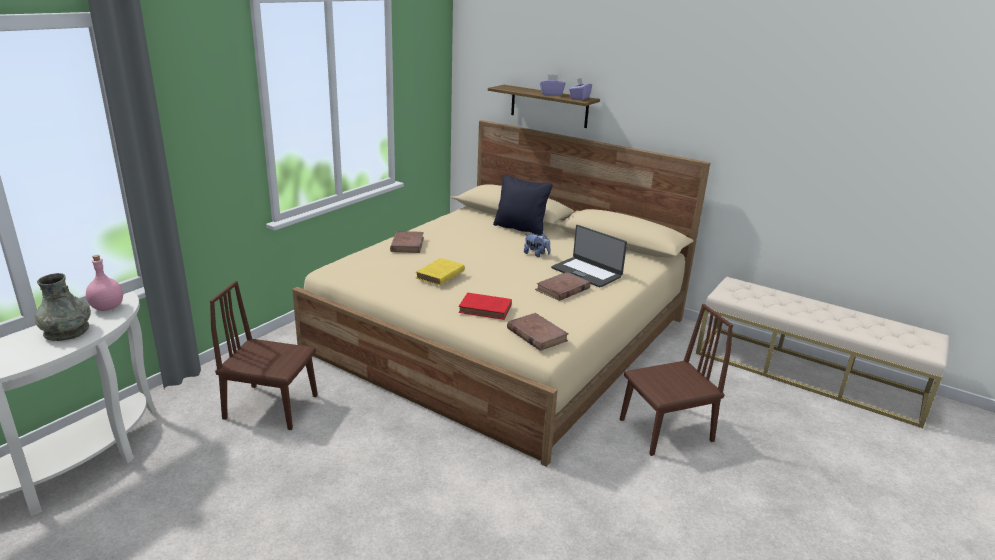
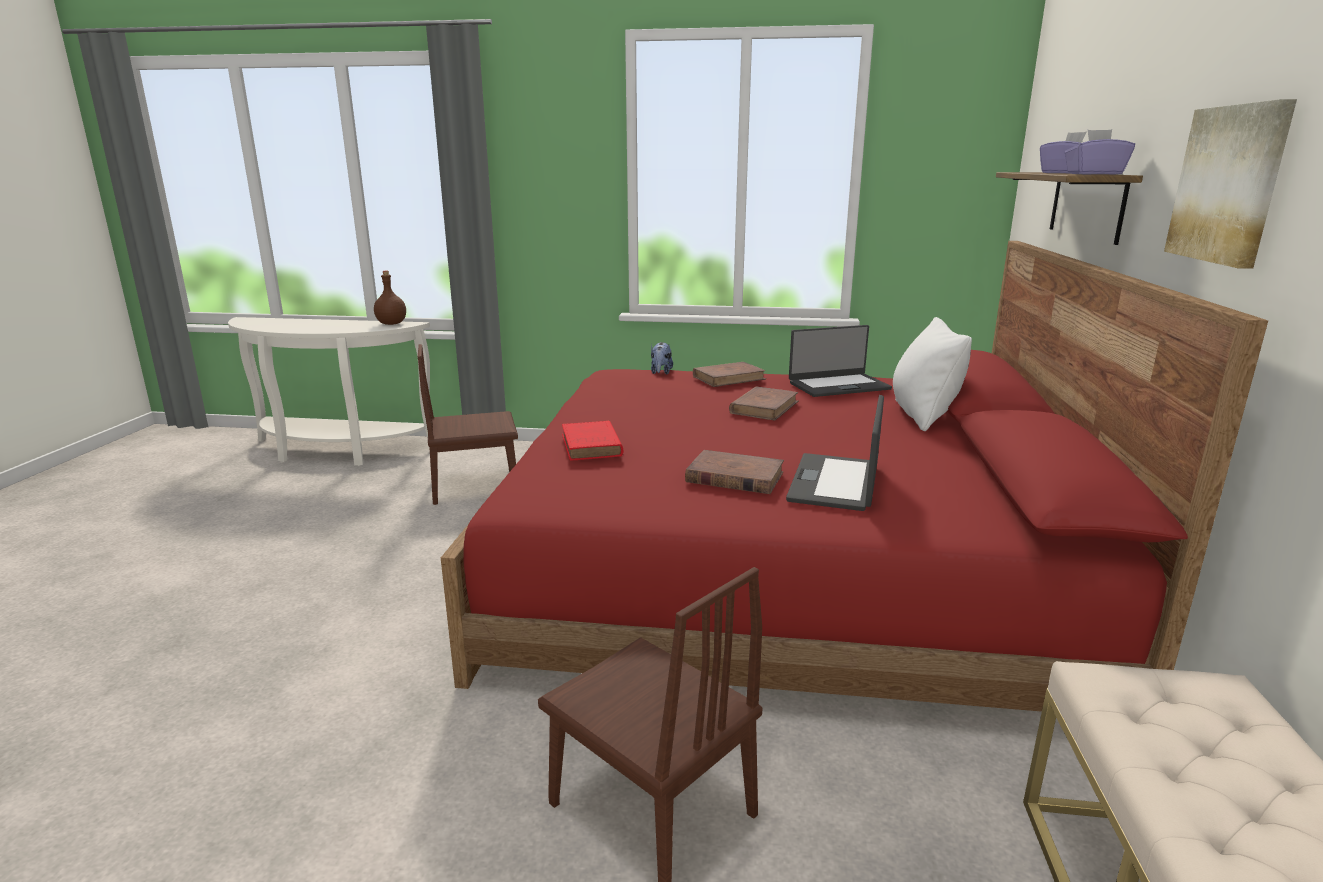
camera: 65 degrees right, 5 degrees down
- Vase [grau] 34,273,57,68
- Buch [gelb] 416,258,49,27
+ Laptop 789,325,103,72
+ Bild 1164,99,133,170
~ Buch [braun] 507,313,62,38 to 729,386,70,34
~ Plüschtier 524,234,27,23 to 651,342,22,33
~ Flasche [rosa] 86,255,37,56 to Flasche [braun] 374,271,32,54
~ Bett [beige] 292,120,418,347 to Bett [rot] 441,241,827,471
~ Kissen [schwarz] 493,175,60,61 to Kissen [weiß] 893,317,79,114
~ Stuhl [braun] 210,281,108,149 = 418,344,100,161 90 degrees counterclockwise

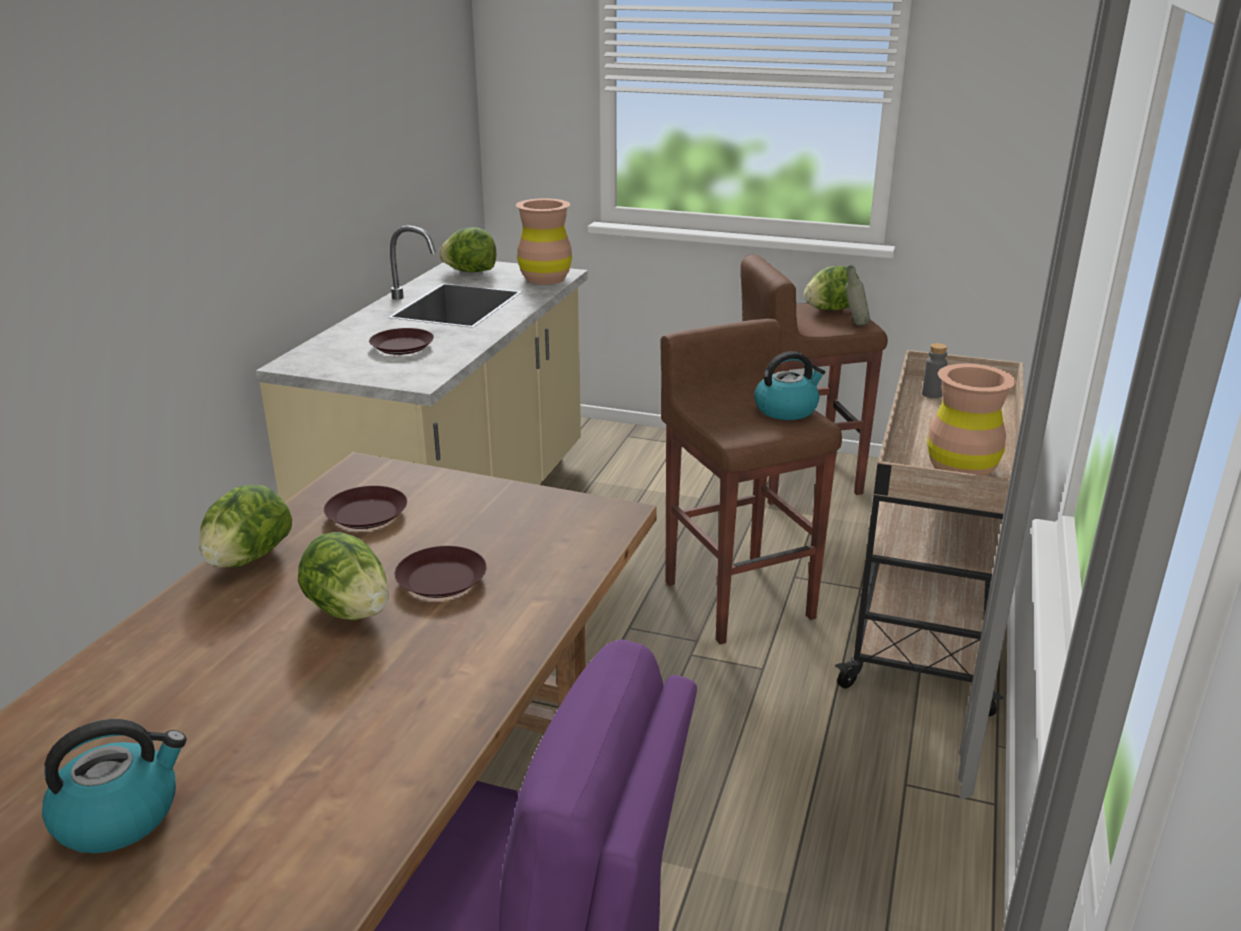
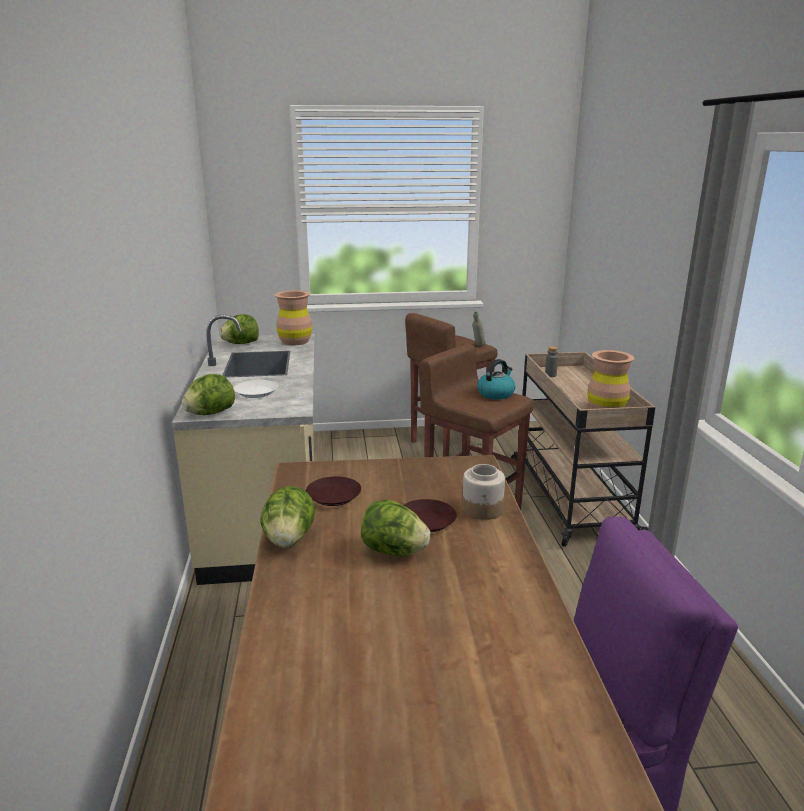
camera: 25 degrees left, 5 degrees down
- Wasserkessel 42,719,145,134
+ Vorratsglas 462,464,43,56
~ Salatkopf 804,266,56,44 to 182,374,53,41
~ Teller [braun] 369,328,65,27 to Teller [weiß] 234,380,44,18

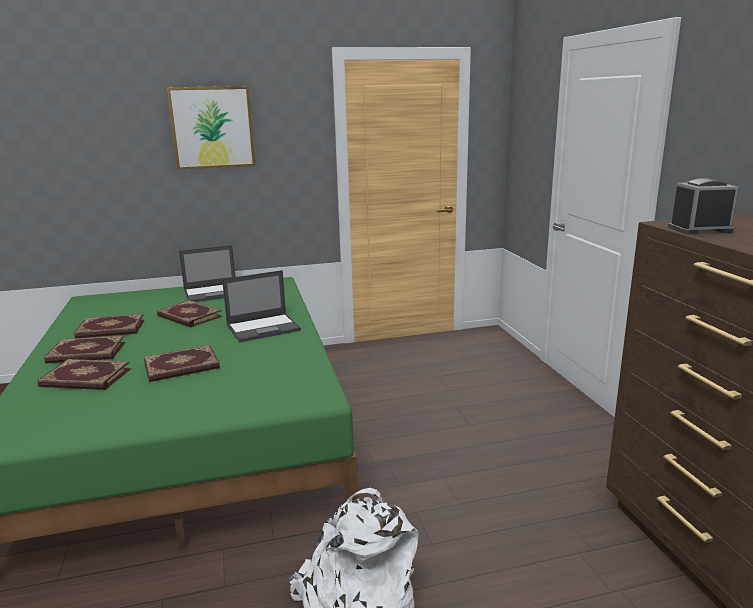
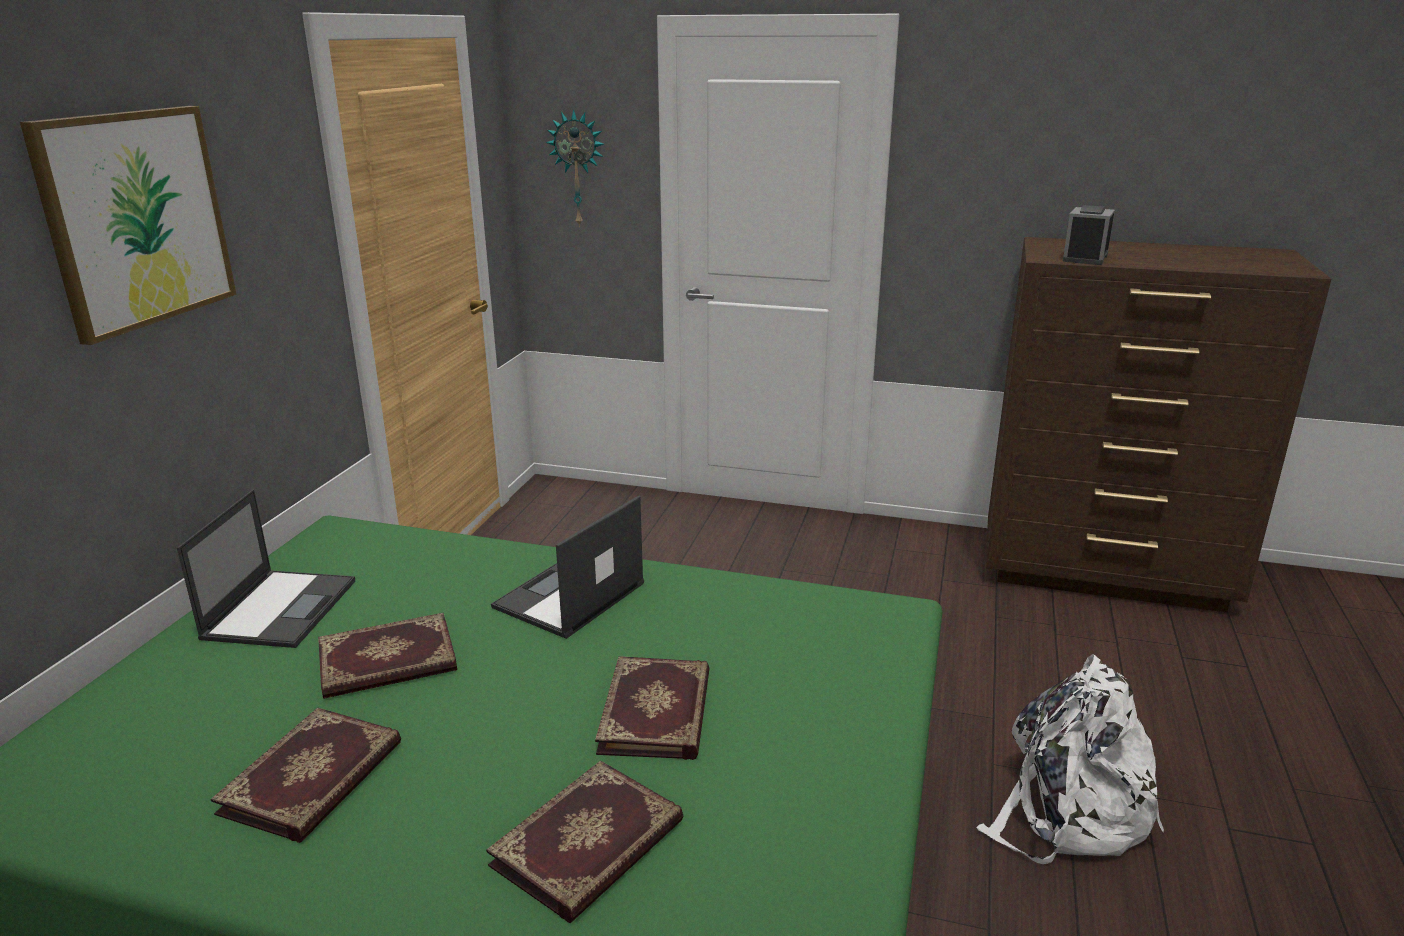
camera: 60 degrees left, 5 degrees up
- Buch 44,335,81,28
+ Wanduhr 546,109,58,119
~ Laptop 222,270,79,72 = 491,496,153,143 150 degrees counterclockwise

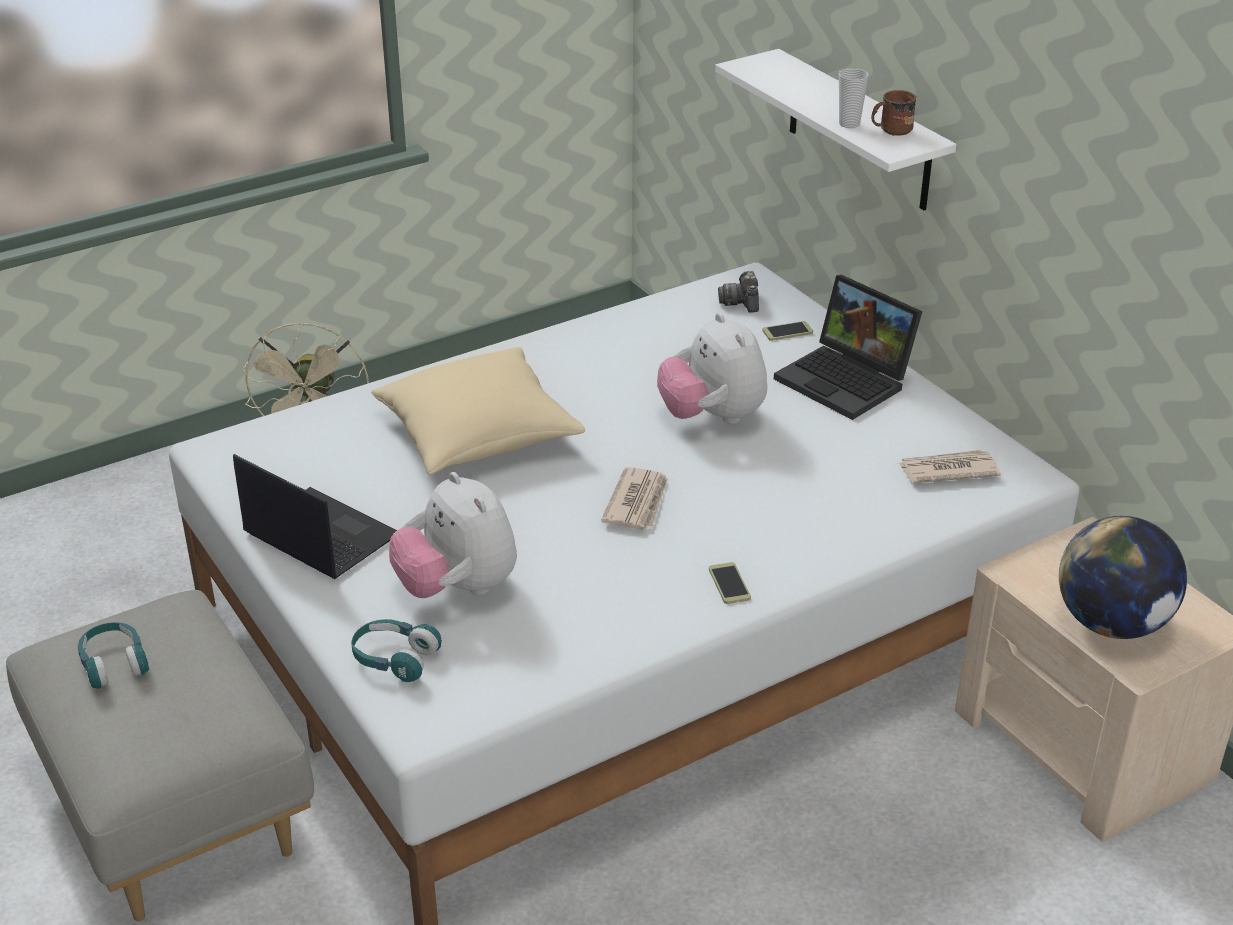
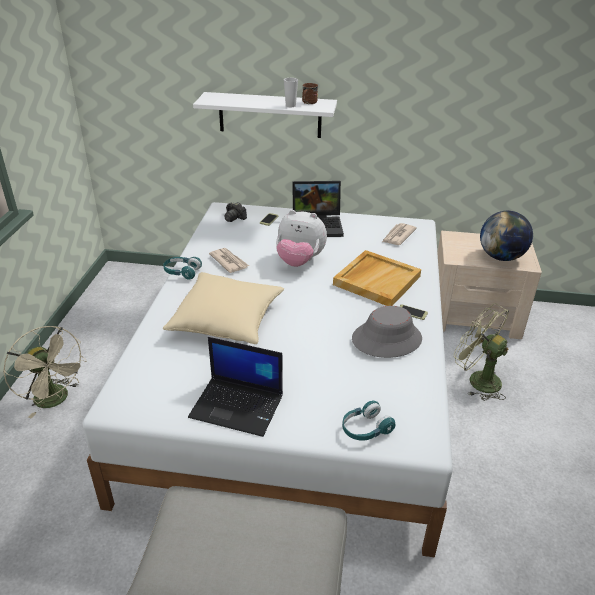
camera: 50 degrees left, 0 degrees up
- Plüschtier 389,472,128,126
+ Tablett [beige] 333,250,88,56
+ Hut [grau] 352,306,70,52
+ Ventilator [grün] 454,303,55,98
~ Kopfhörer [türkis] 78,622,71,67 to 163,257,39,23
~ Zeitung 601,467,67,63 to 209,248,40,25
~ Laptop 233,454,164,125 = 188,337,95,100 150 degrees counterclockwise

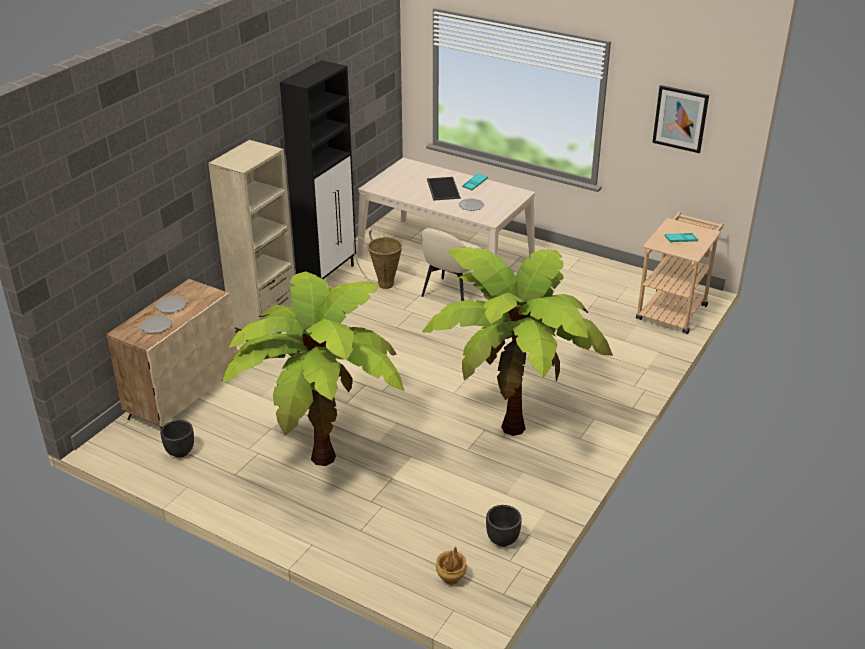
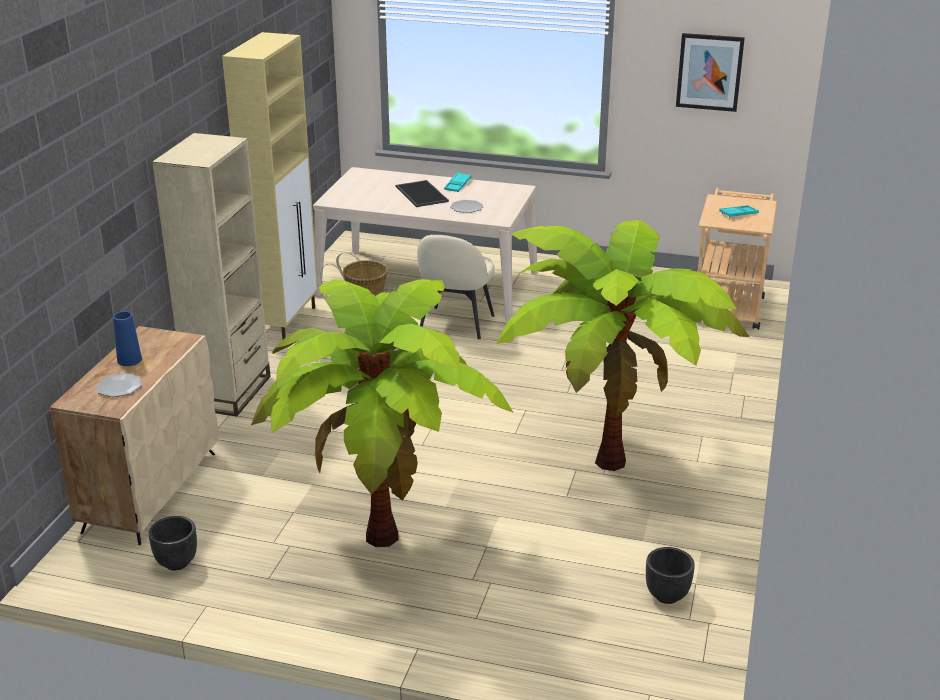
camera: 15 degrees left, 5 degrees down
- Vase [braun] 436,547,31,38
~ Teller 155,296,32,17 to Vase [blau] 113,311,29,55
~ Schrank [schwarz] 280,60,76,219 to Schrank [beige] 222,32,96,308

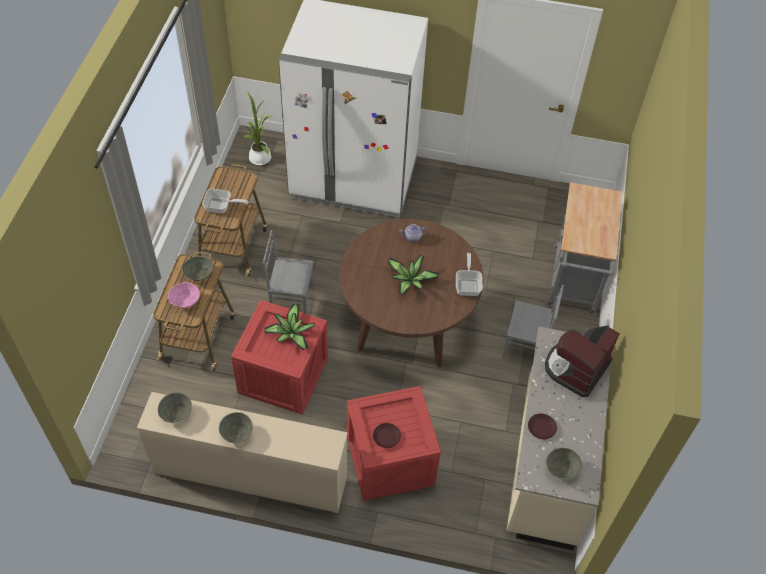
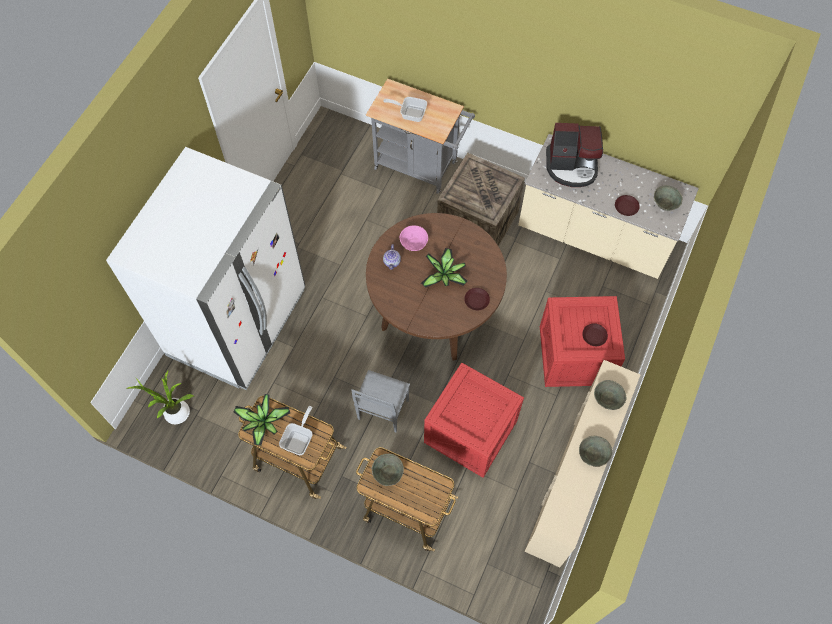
camera: 75 degrees left, 10 degrees up
+ Teller [braun] 464,288,26,22
~ Schüssel [grau] 158,392,34,31 to 594,380,32,30
~ Schüssel [rosa] 168,282,32,26 to 400,226,28,25
~ Topfpflanze 264,304,51,47 to 234,394,56,52
~ Pfanne 456,253,27,43 to 383,97,44,25
~ Stuhl [grau] 502,285,62,74 to Kiste 437,153,88,93
~ Kaffeemaschine 545,326,75,71 = 546,123,57,64 45 degrees counterclockwise

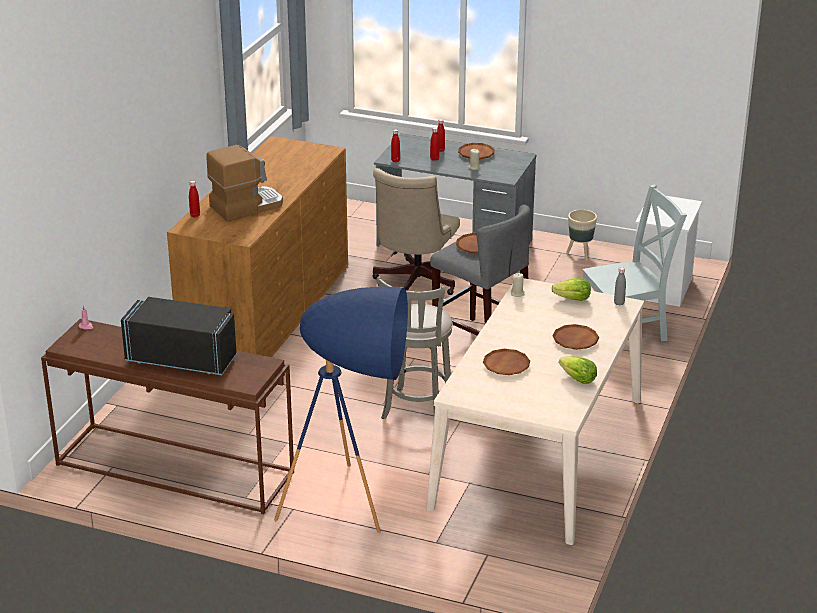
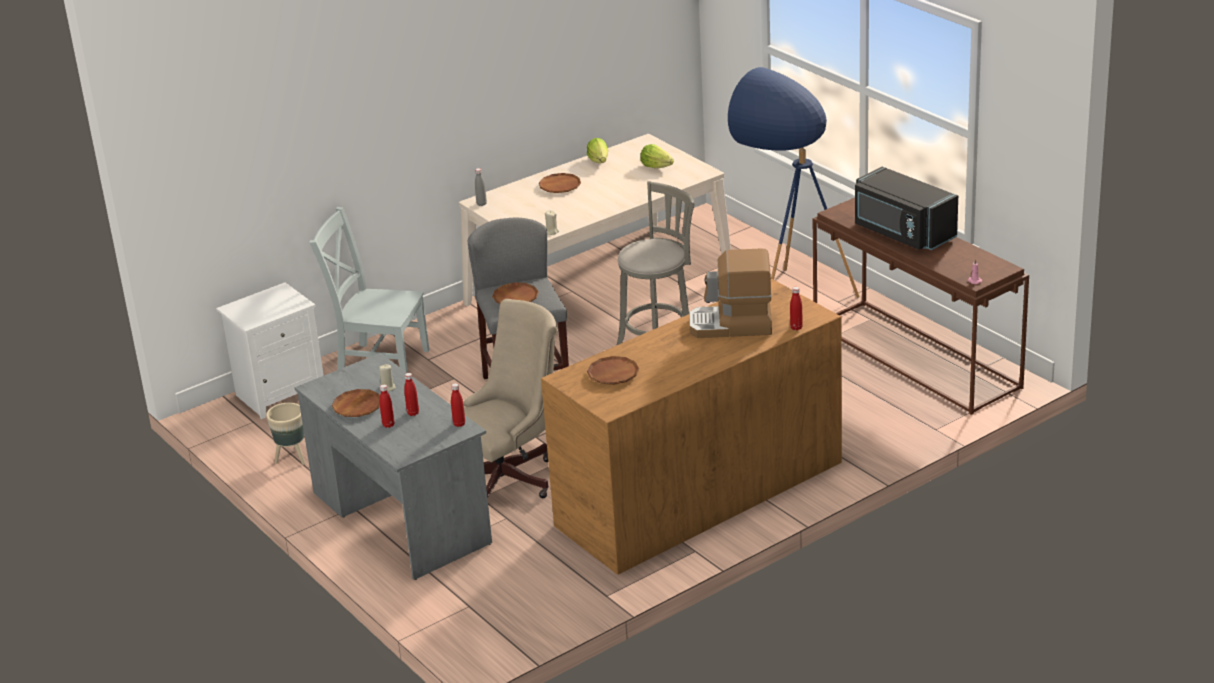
camera: 145 degrees left, 0 degrees up
~ Teller [braun] 483,349,47,26 to 587,356,52,29
~ Salatkopf 551,278,40,23 to 640,144,34,24

